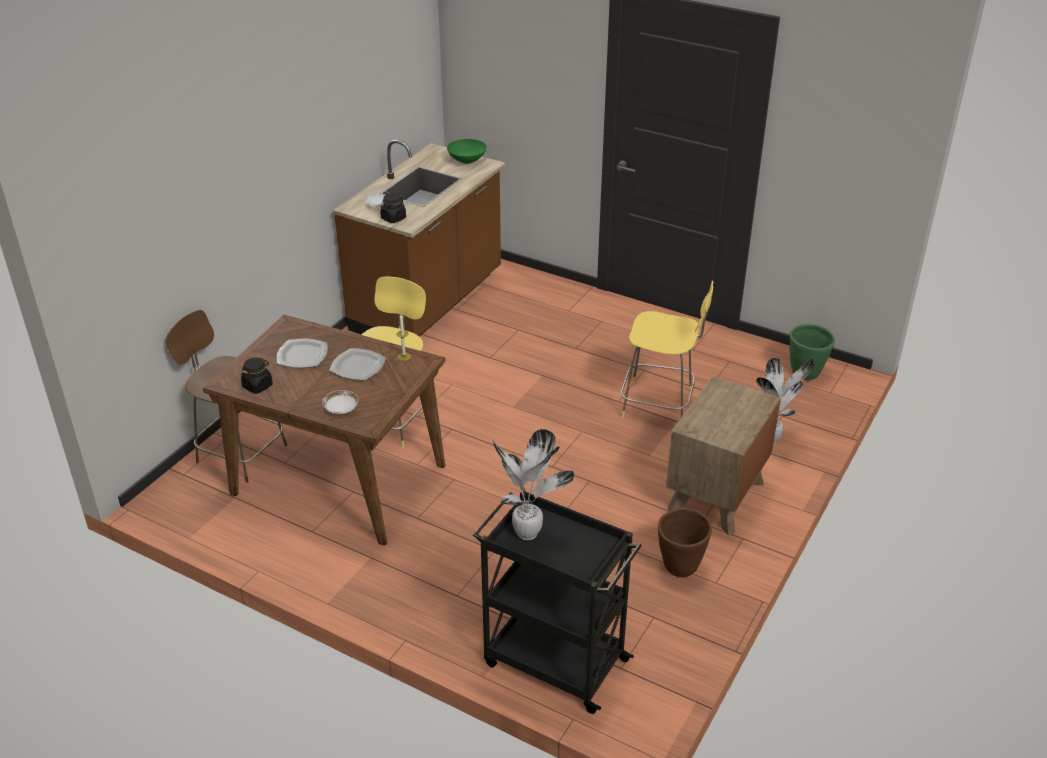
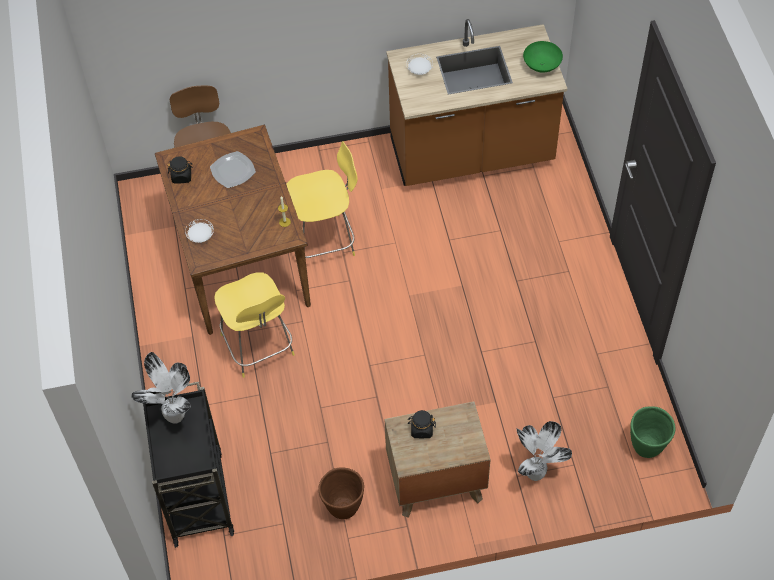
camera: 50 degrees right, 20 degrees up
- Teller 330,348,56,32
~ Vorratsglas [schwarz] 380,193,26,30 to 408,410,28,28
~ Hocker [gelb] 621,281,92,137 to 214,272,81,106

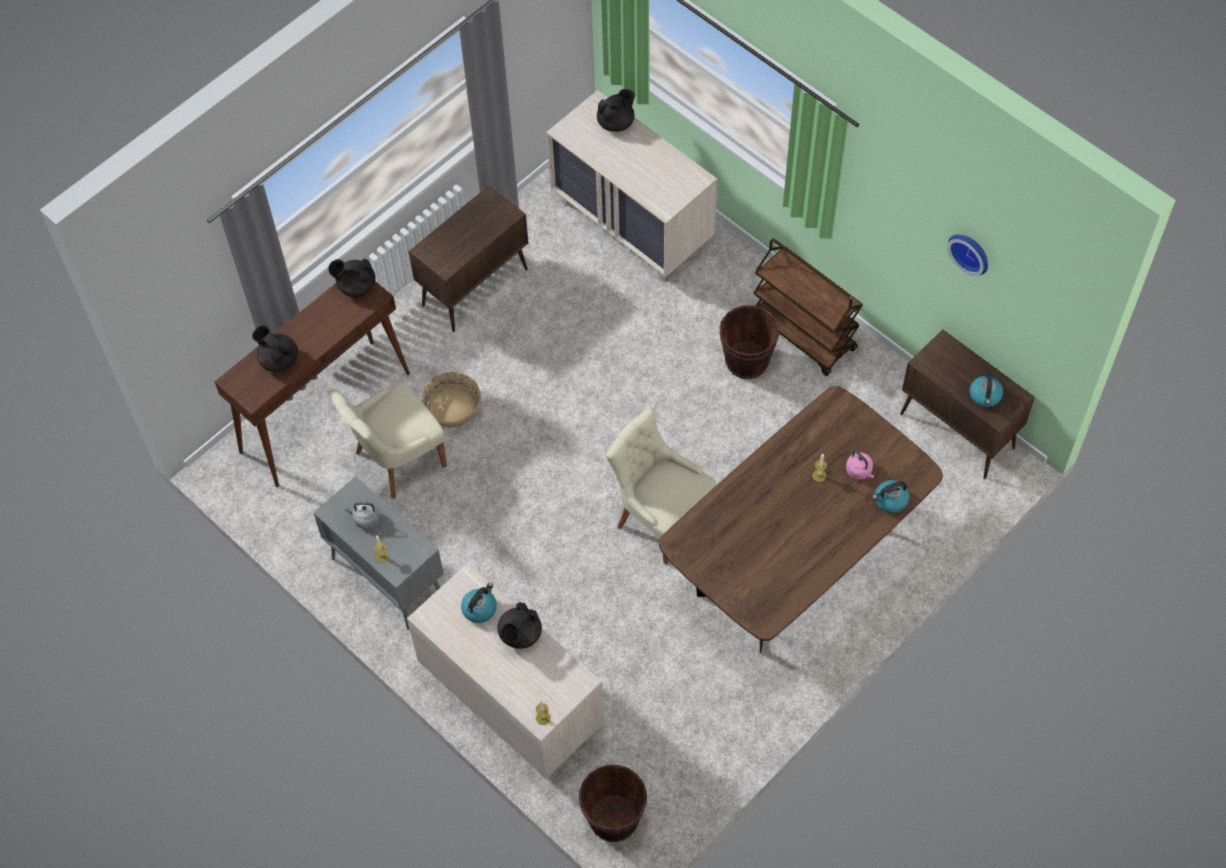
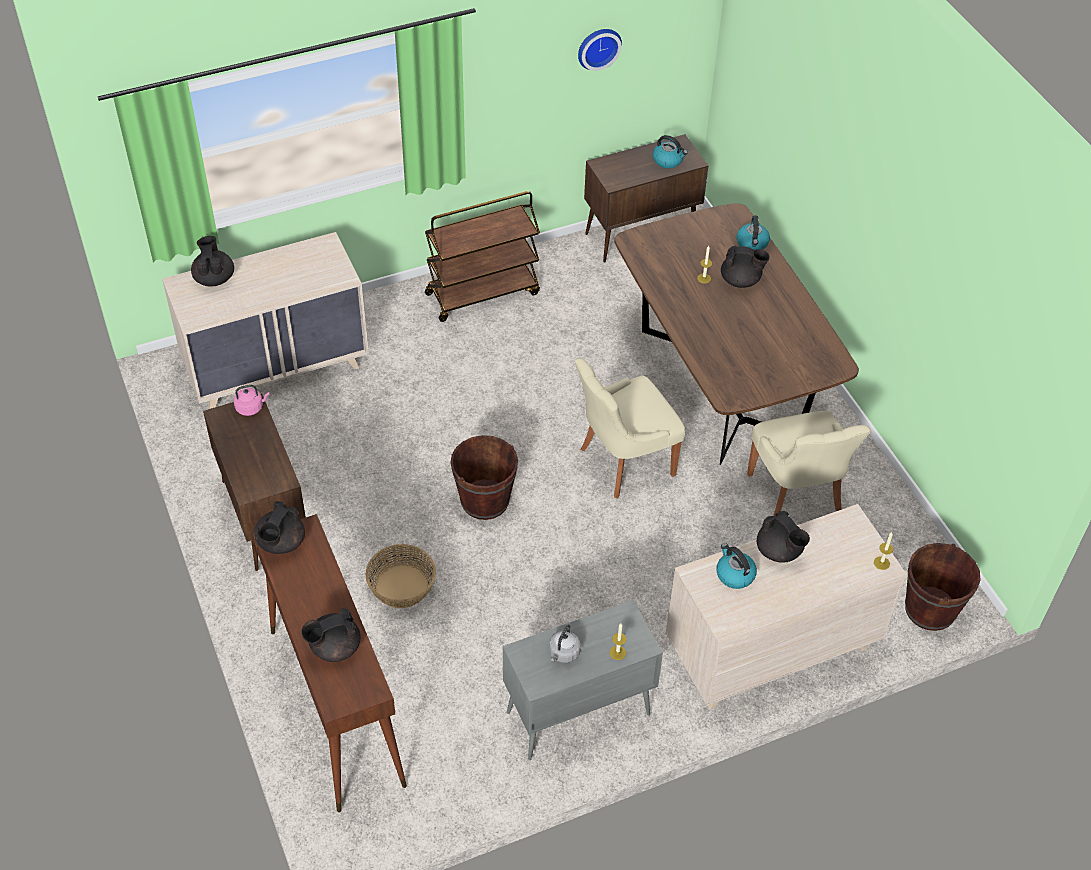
camera: 70 degrees left, 10 degrees down
+ Teekanne [schwarz] 721,245,49,43
~ Stuhl [beige] 328,381,119,117 to 747,411,124,105
~ Eimer [braun] 720,305,60,74 to 450,435,68,85
~ Wasserkessel [rosa] 846,450,28,30 to 234,385,36,31

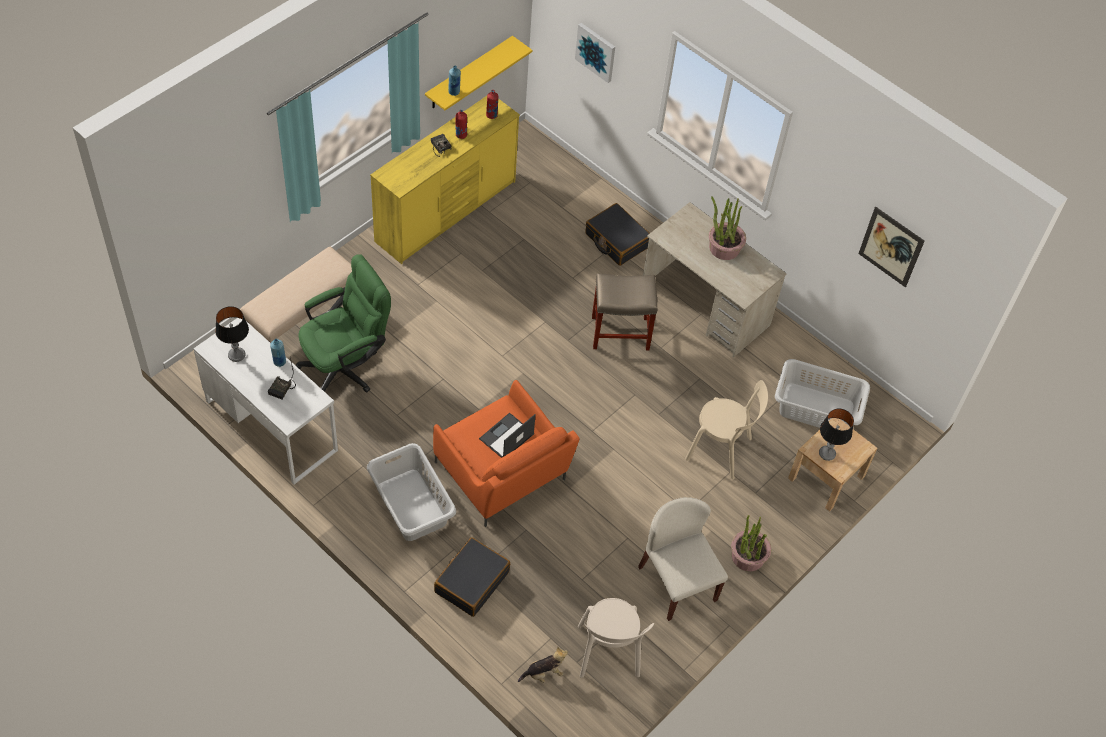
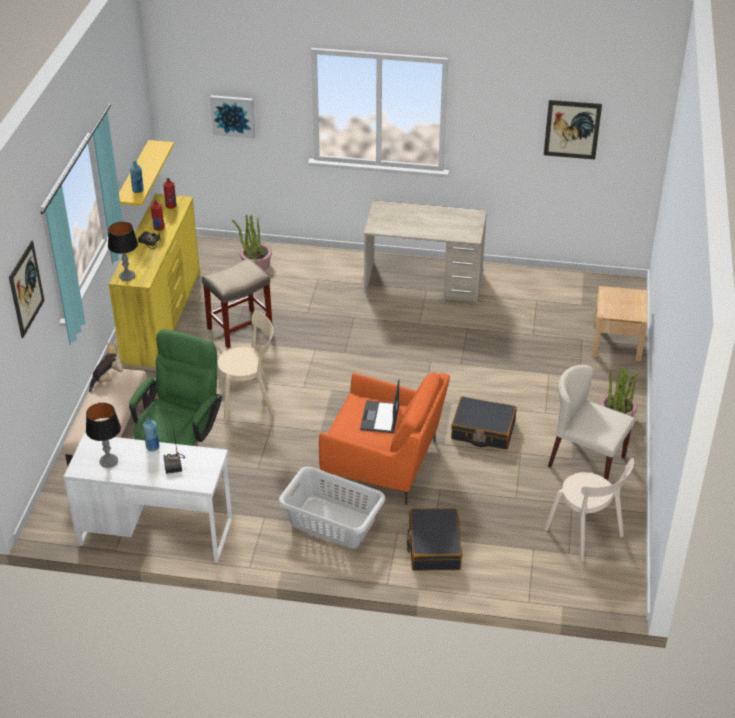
camera: 30 degrees left, 15 degrees down
- Wäschekorb [grau] 775,359,95,69
+ Bild 9,240,36,98
~ Plüschtier 518,647,50,36 to 89,343,34,49
~ Koffer [schwarz] 585,203,65,63 to 451,396,66,54
~ Hocker [beige] 592,273,65,77 to 202,258,71,90
~ Stuhl [beige] 685,380,83,99 to 217,311,57,110
~ Topfpflanze 709,196,37,64 to 232,214,40,57
~ Tischlampe 819,409,35,52 to 108,222,30,59

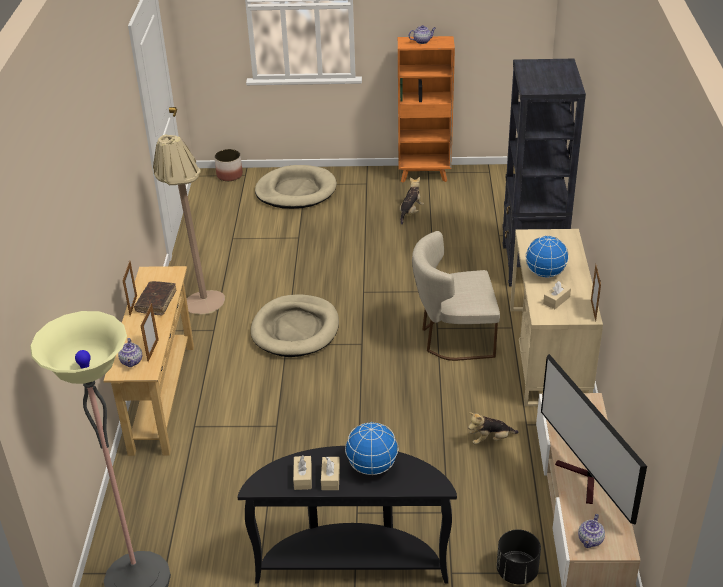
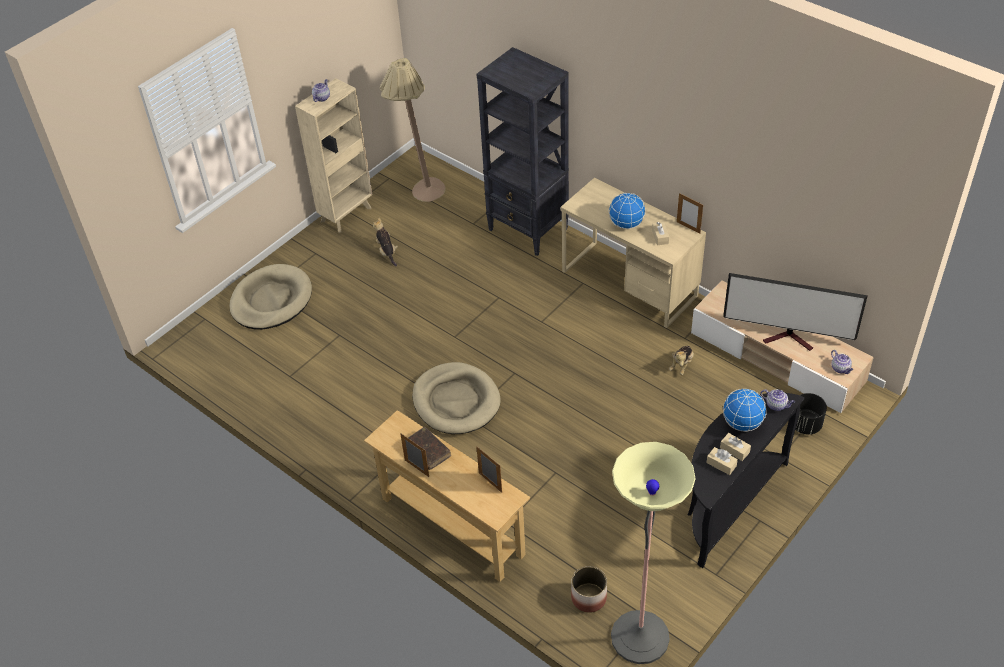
camera: 50 degrees left, 10 degrees up
- Stuhl [beige] 412,231,88,130
~ Teekanne 118,338,24,29 to 761,389,34,22
~ Stehlampe [beige] 153,135,72,180 to 380,58,66,144
~ Pflanzkübel 214,149,29,32 to 571,566,36,47
~ Bücherregal [orange] 398,36,57,146 to Bücherregal [beige] 295,78,77,155

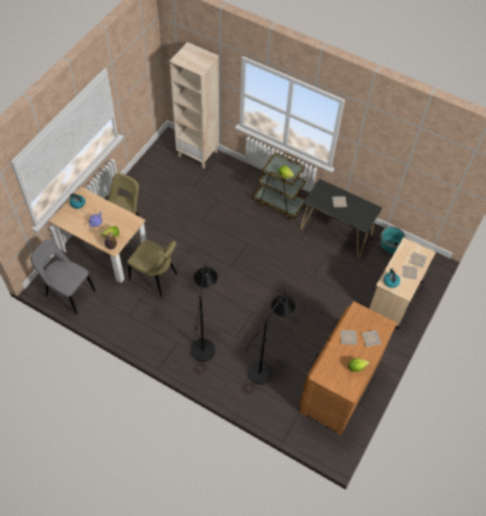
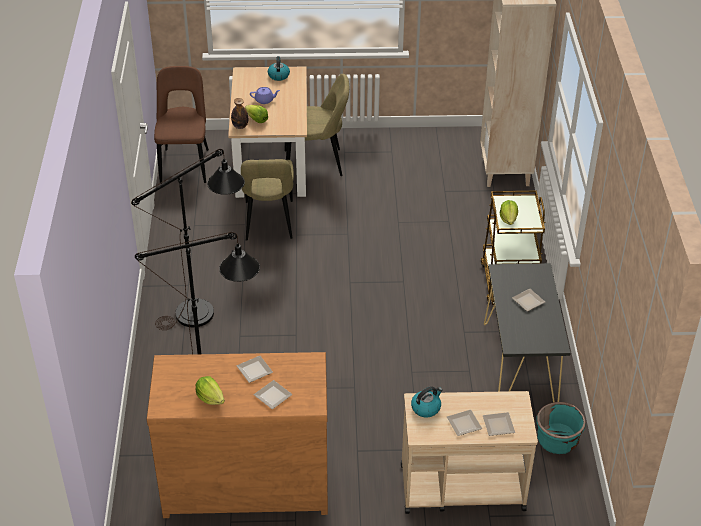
camera: 60 degrees right, 15 degrees down
~ Stuhl [grau] 30,239,66,76 to Stuhl [braun] 154,66,55,118

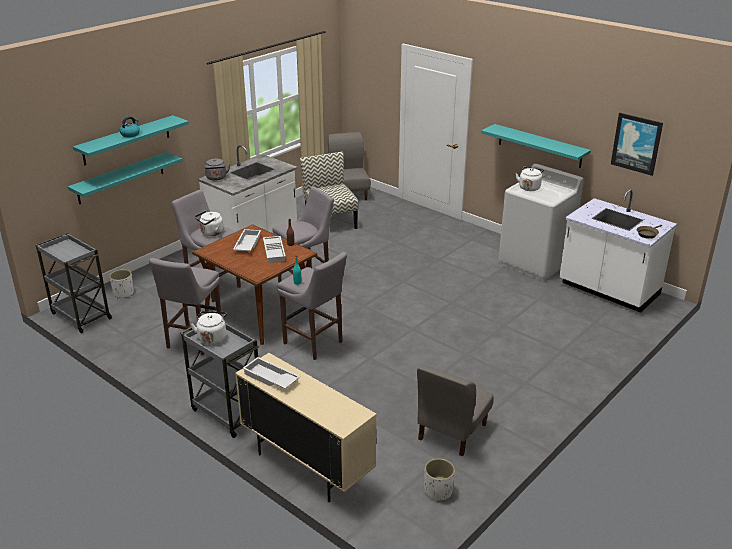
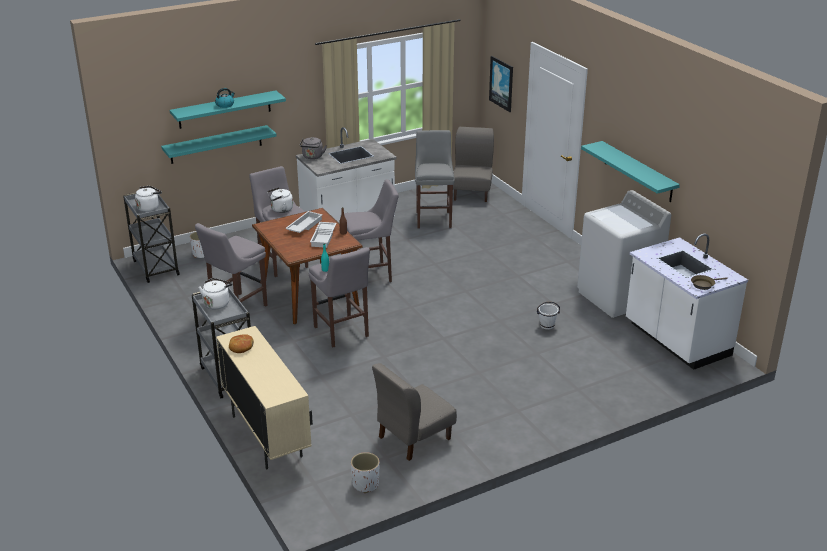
camera: 20 degrees right, 0 degrees up
+ Eimer [weiß] 537,302,23,28
~ Wasserkessel [weiß] 515,167,29,24 to 135,186,27,26
~ Bild 611,113,52,63 to 489,56,24,56
~ Tablett [weiß] 242,357,58,32 to Brot 229,334,25,19
~ Stuhl 300,152,58,77 to Hocker [grau] 415,130,40,99

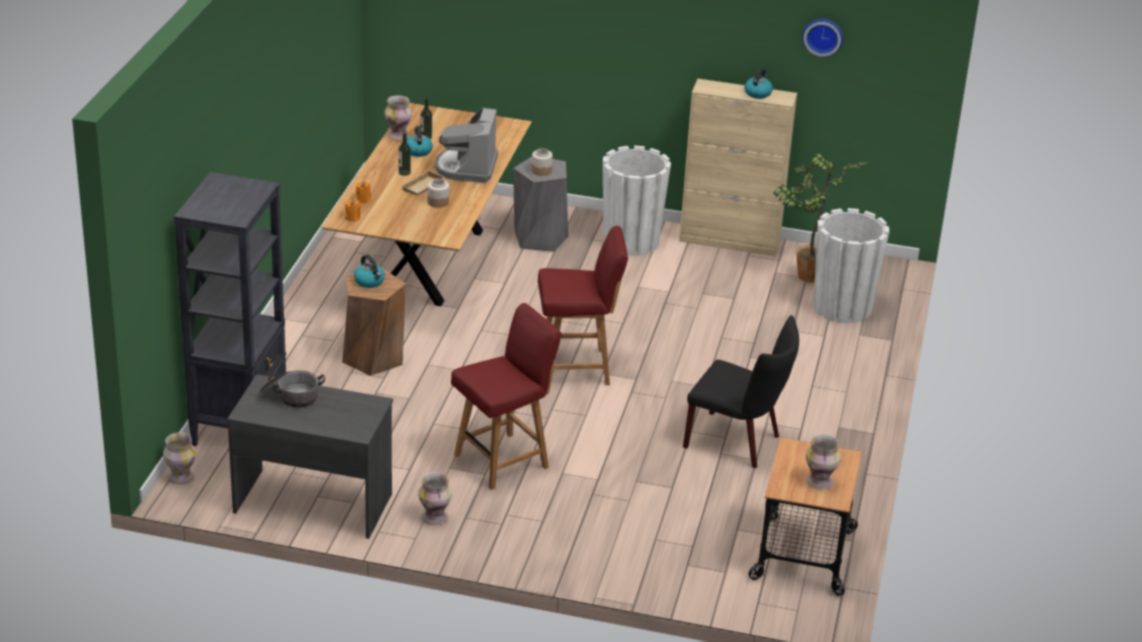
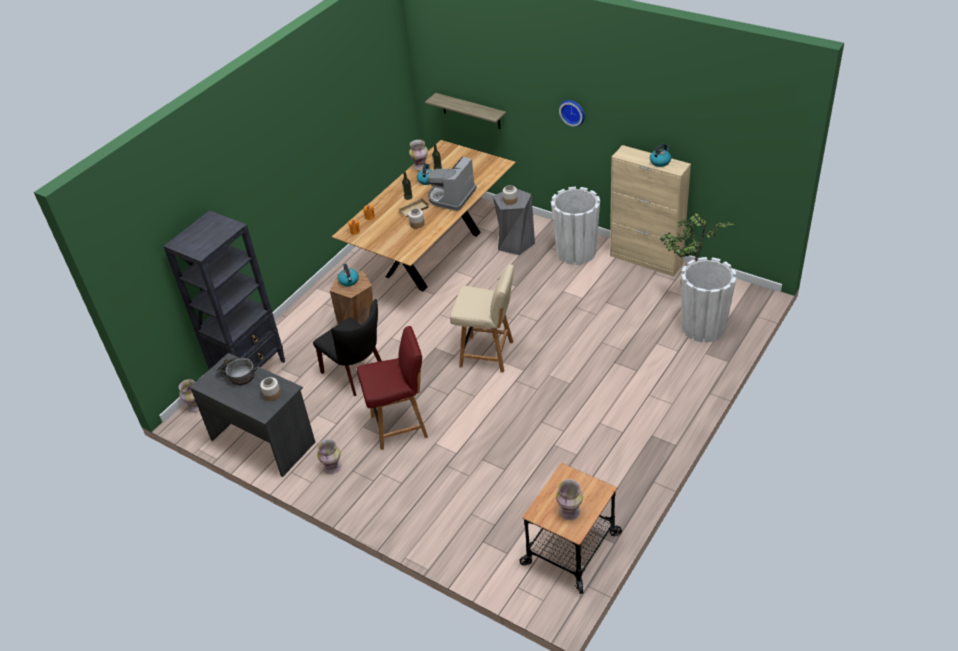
camera: 25 degrees right, 10 degrees up
+ Vorratsglas 260,377,21,24
+ Wandregal 425,93,81,36
~ Stuhl [schwarz] 683,315,116,153 to 313,299,69,97
~ Wanduhr 802,19,41,38 to 559,100,26,26
~ Stuhl [rot] 538,226,90,159 to Stuhl [beige] 450,264,64,109

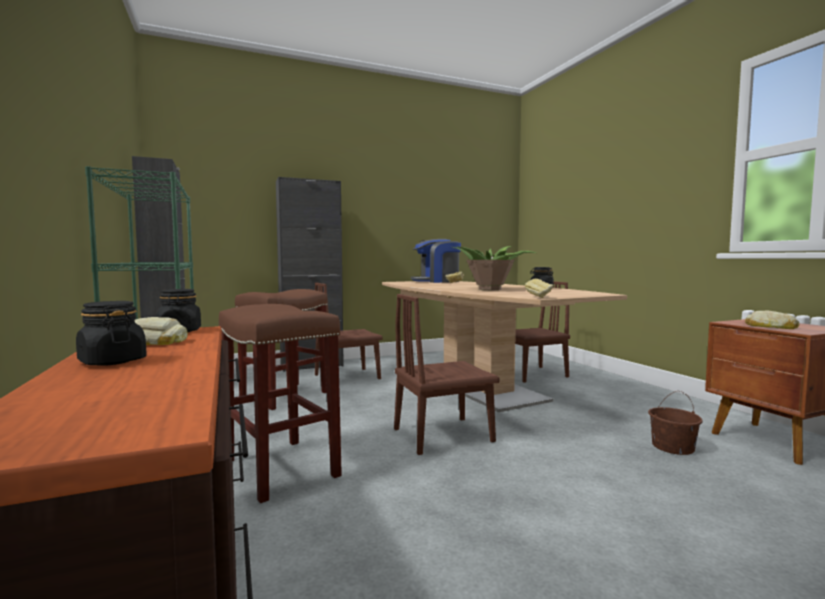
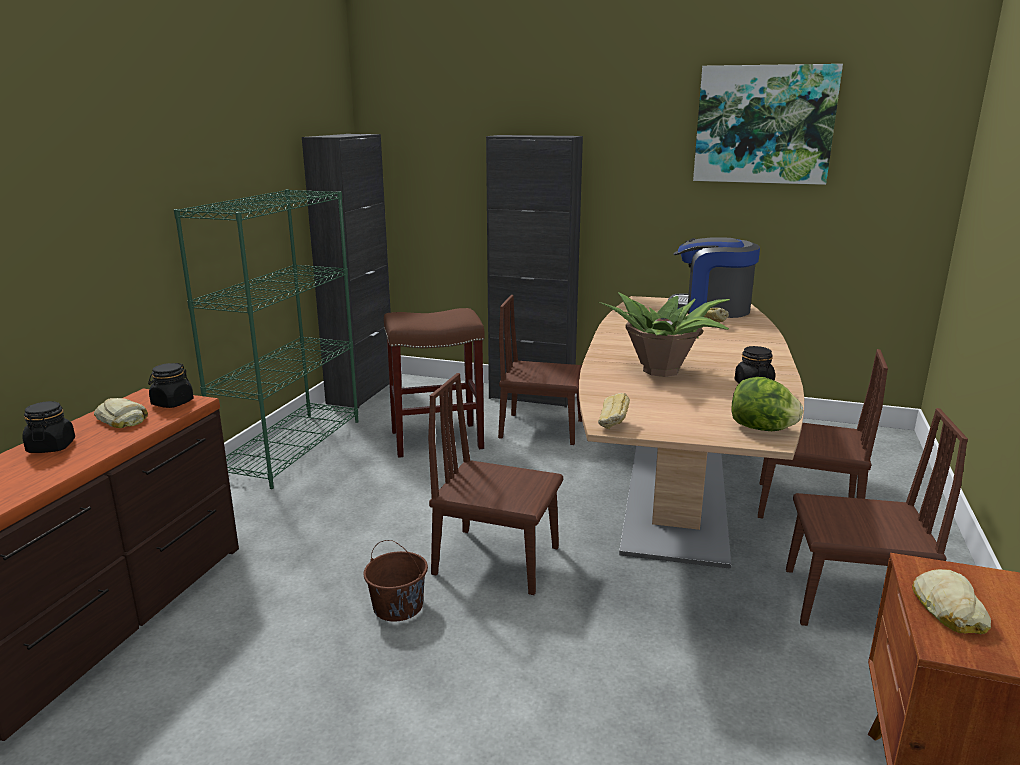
camera: 40 degrees right, 15 degrees up
- Hocker [braun] 219,304,123,199
+ Bild 693,64,150,121
+ Salatkopf 732,377,71,54
+ Stuhl [braun] 786,408,182,218
~ Eimer [braun] 648,391,55,64 to 364,540,64,82

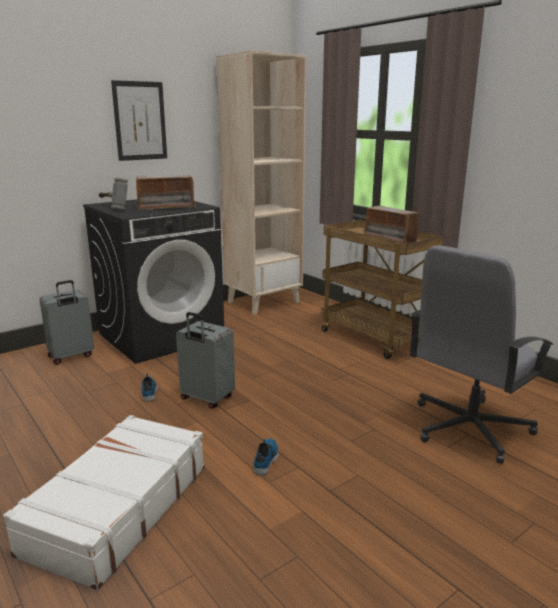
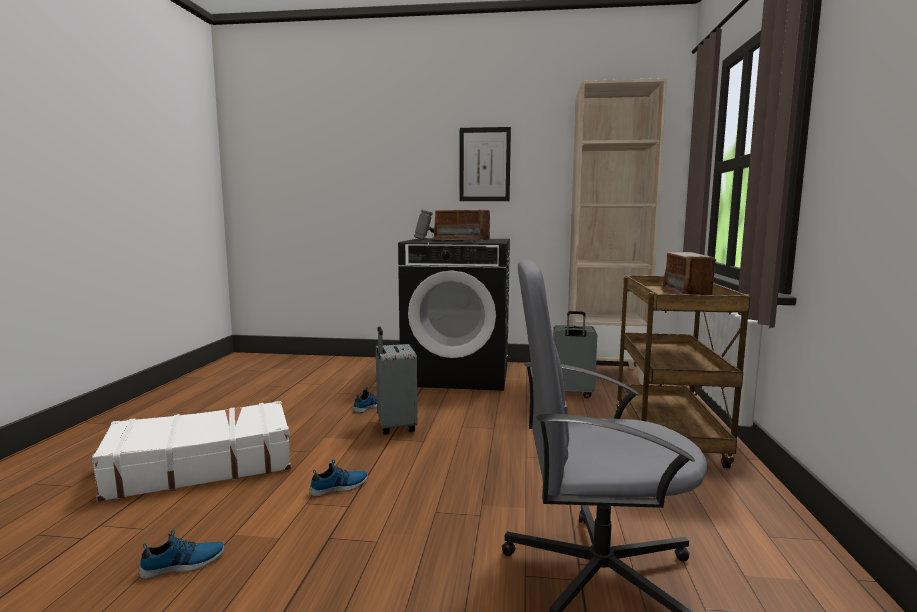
camera: 45 degrees right, 10 degrees down
+ Schuh 139,529,86,50
~ Koffer [grau] 39,280,55,85 to 553,311,44,87

